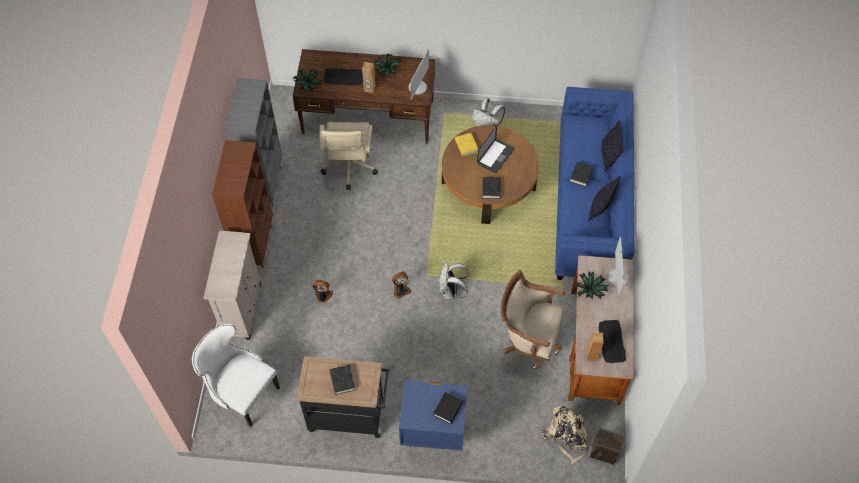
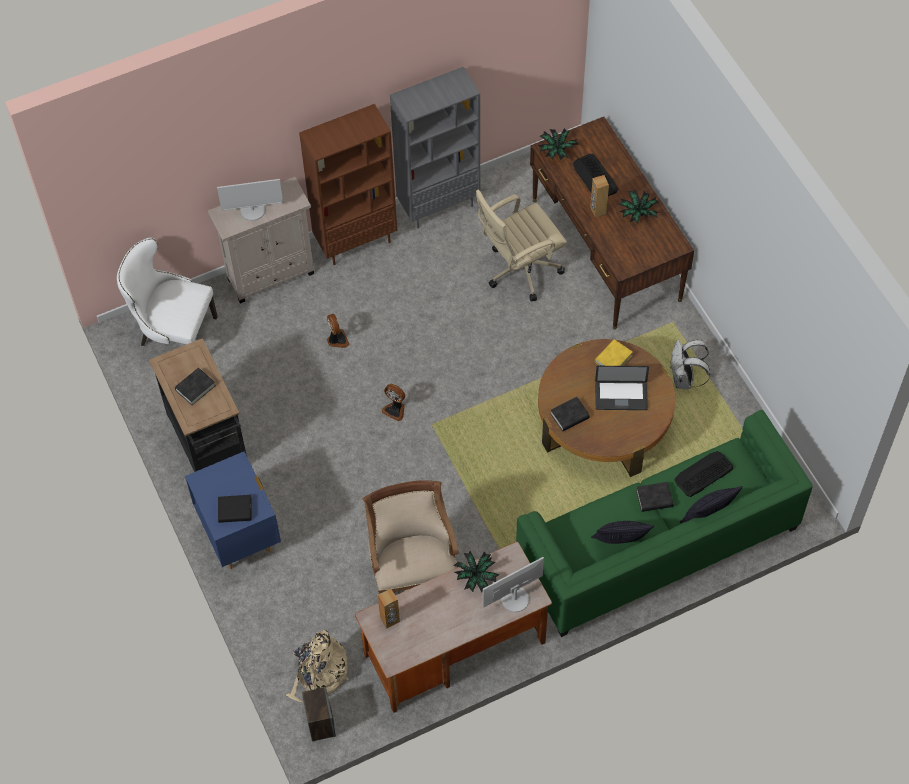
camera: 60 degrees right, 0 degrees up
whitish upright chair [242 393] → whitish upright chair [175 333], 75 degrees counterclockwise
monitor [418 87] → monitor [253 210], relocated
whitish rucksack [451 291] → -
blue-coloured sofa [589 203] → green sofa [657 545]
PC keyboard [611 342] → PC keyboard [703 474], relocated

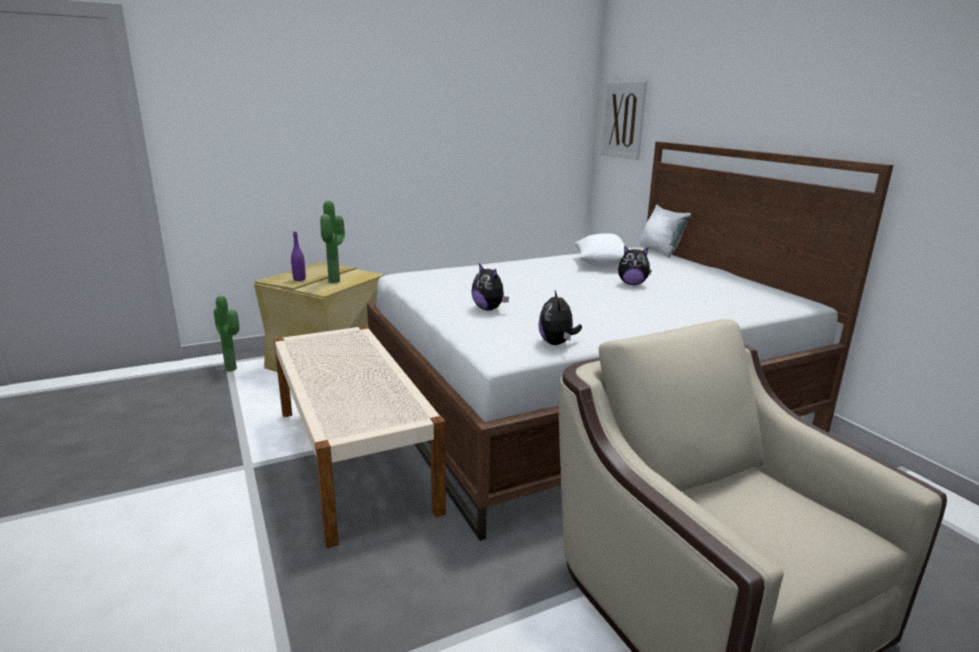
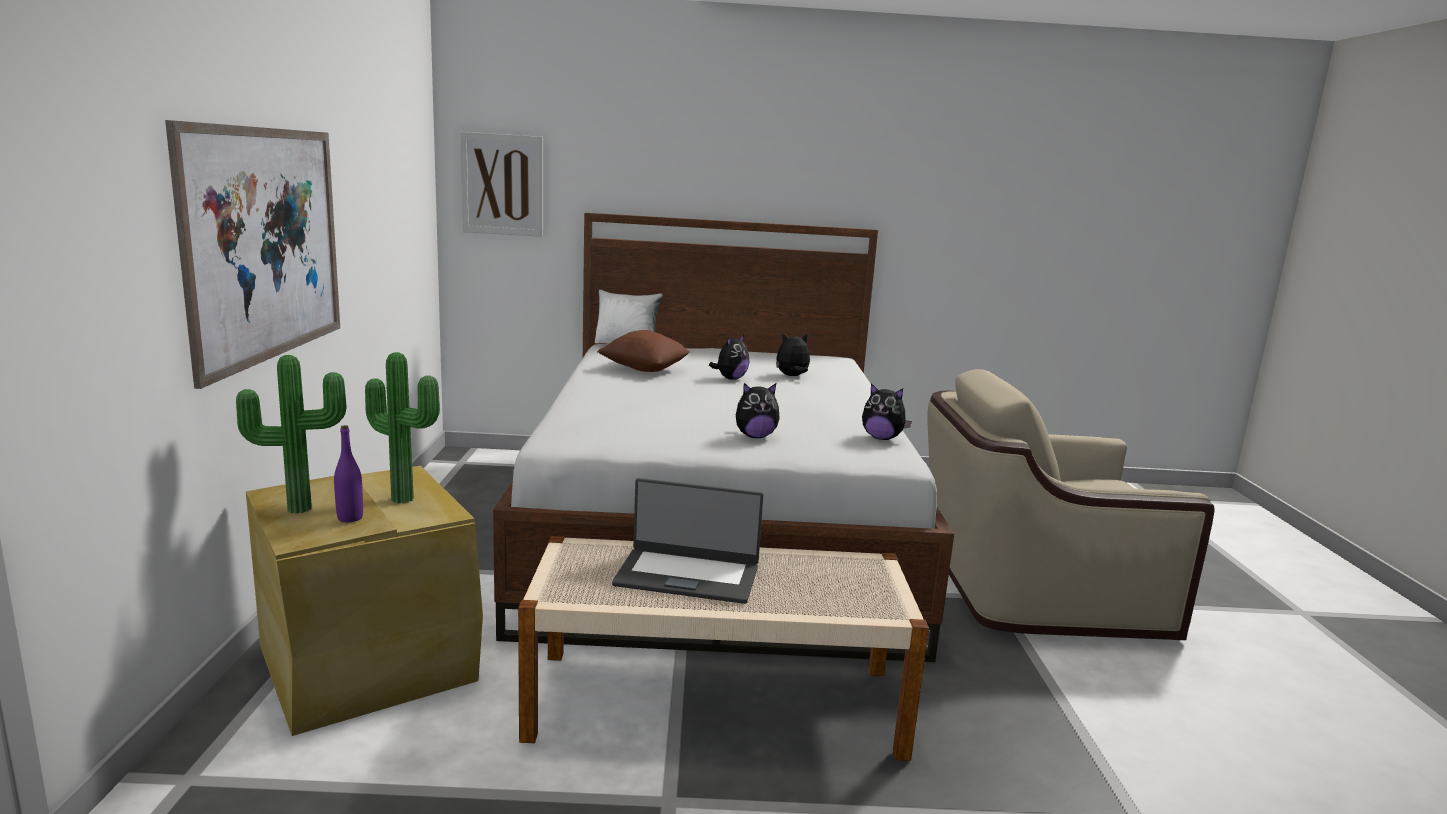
camera: 65 degrees left, 5 degrees down
houseplant [233 368] → houseplant [299 507], relocated
whitish pillow [600 264] → brown pillow [644 369]
- → wall picture [267 244]
- → portable computer [687 575]
- → plush toy [792 376]

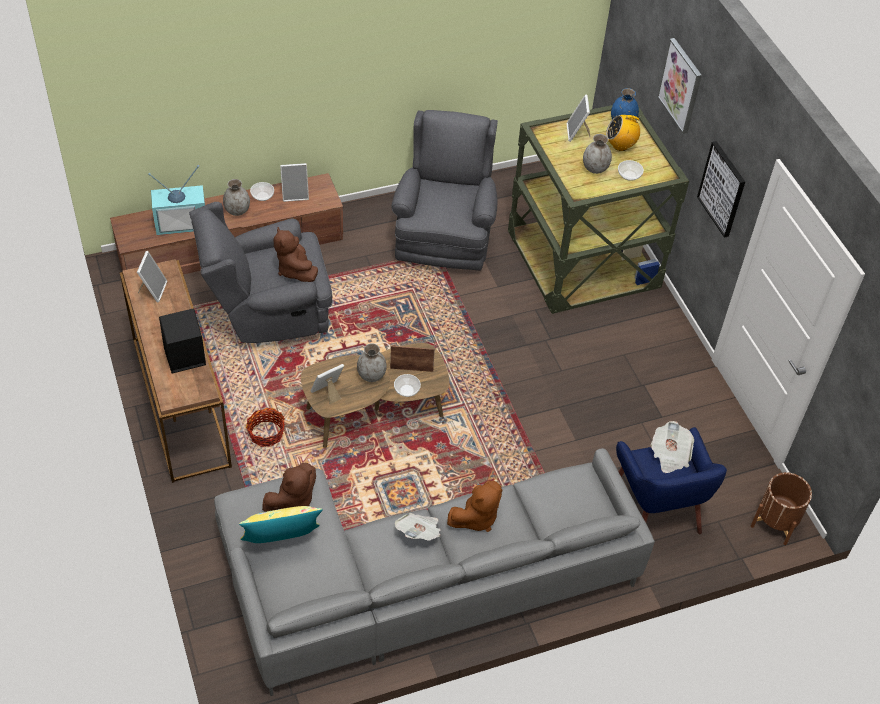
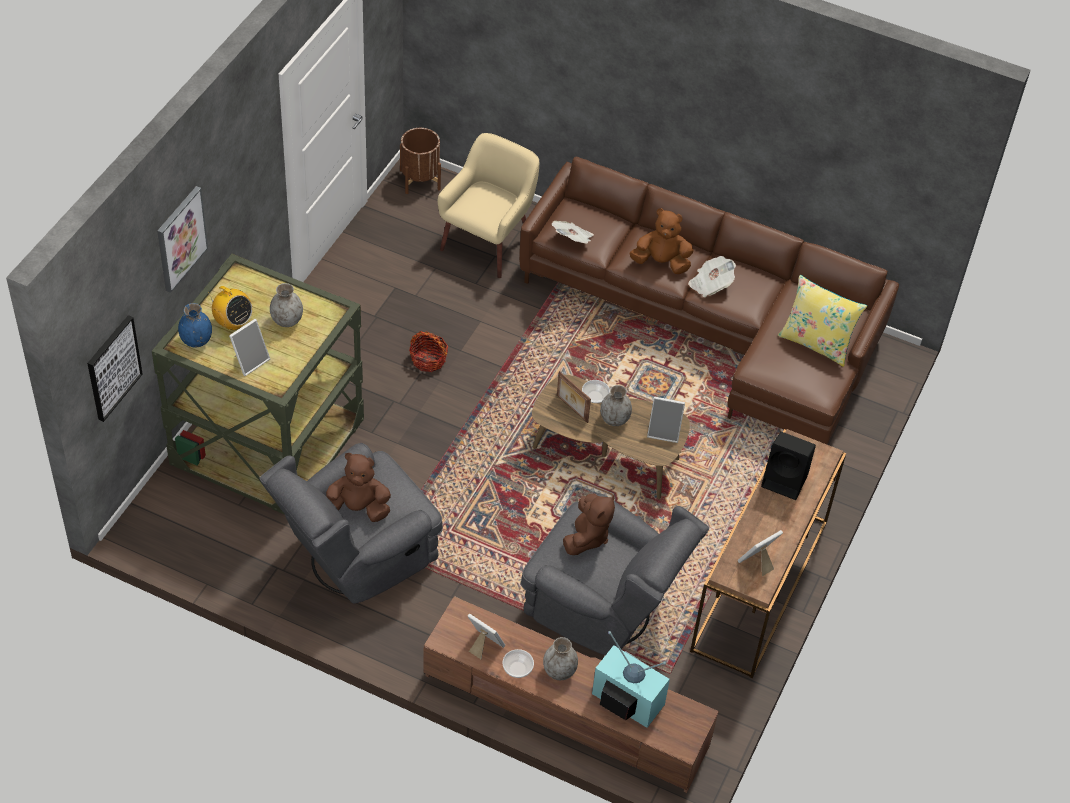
camera: 135 degrees left, 0 degrees up
gray sofa [415 584] → brown sofa [711 325]
household basket [266 434] → household basket [428 360], relocated
brown plush toy [292 501] → brown plush toy [358 508], relocated
blue-coloured easy chair [656 510] → sand-coloured easy chair [488 242]
bowl [629 175] → -
printed paper [670 455] → printed paper [573 240], relocated
wall picture [722 189] → wall picture [113 367], relocated

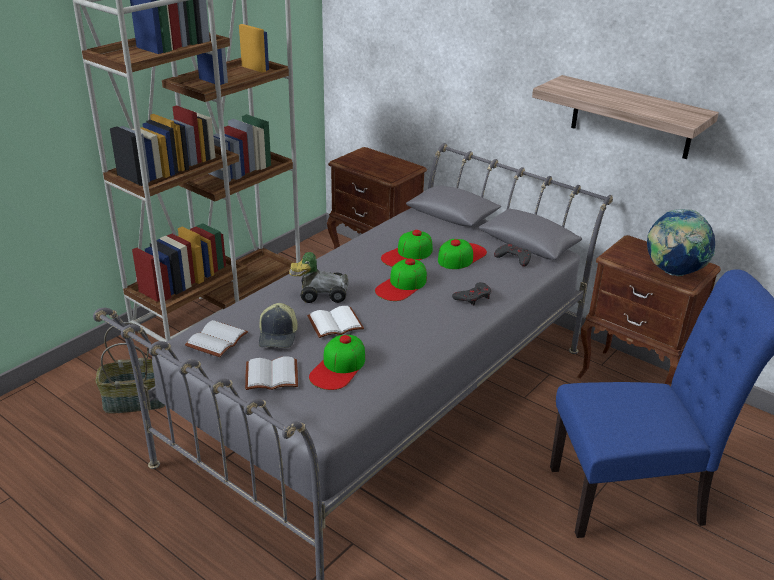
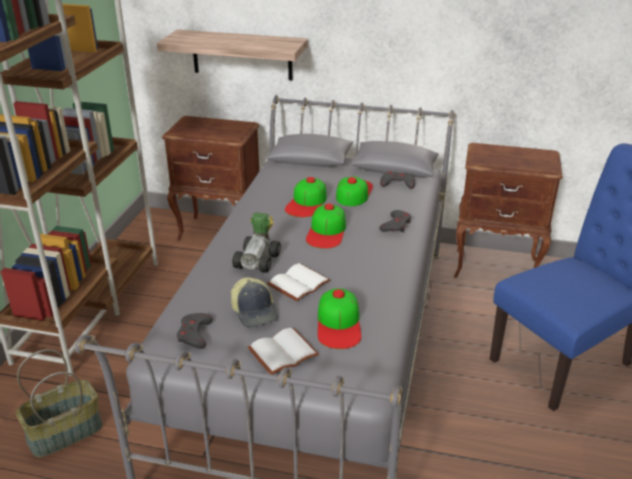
camera: 25 degrees left, 0 degrees up
whitish volume [216 339] → gray joypad [194 334]
toy car [320 294] → toy car [259 259], 135 degrees clockwise
shelf [631 117] → shelf [242 55], relocated
world globe [672 272] → -

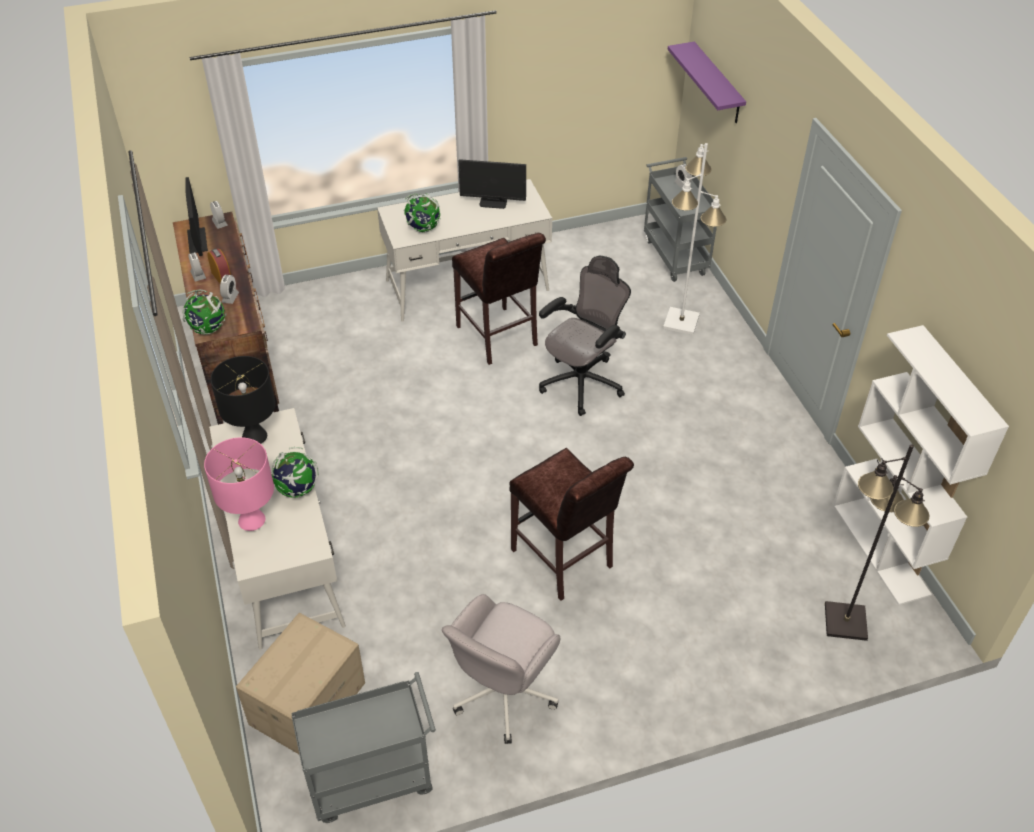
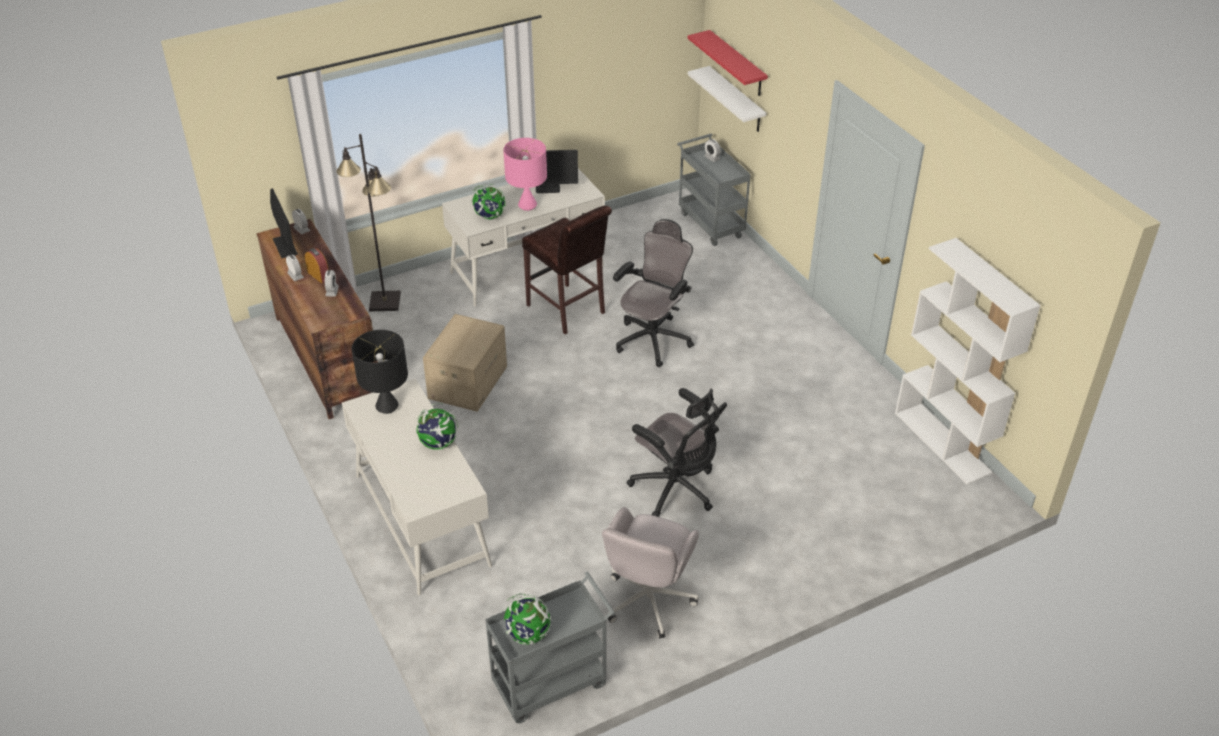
camera: 10 degrees left, 5 degrees down
world globe [207 328] → world globe [527 635], relocated
pink-coloured lamp for a table [252 522] → pink-coloured lamp for a table [527 206], relocated
cardboard box [307 703] → cardboard box [467 382], relocated
brown stool seat [565 562] → desk chair [675 488]
whitish standing lamp [681 321] → -
purple shelf [717 84] → red-coloured shelf [737 64]
black-coloured standing lamp [844 621] → black-coloured standing lamp [384 301], relocated
- → whitish shelf [736 100]

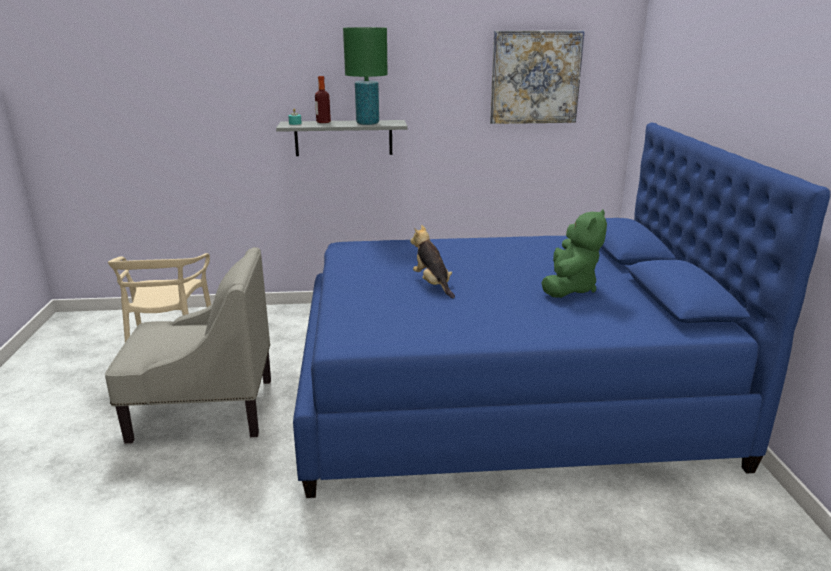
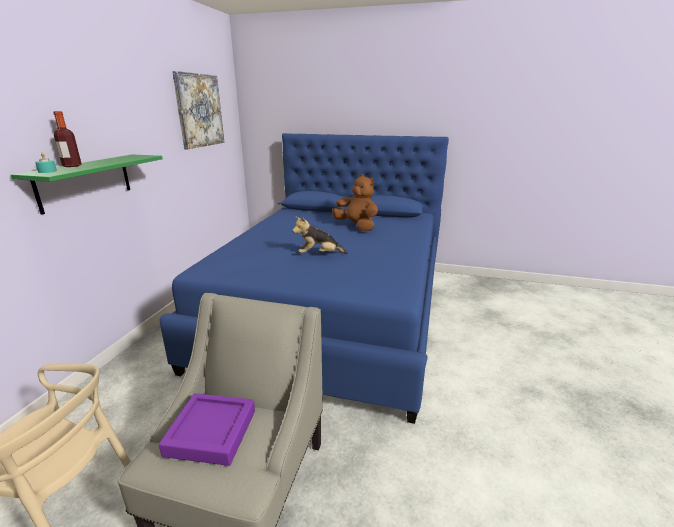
camera: 70 degrees left, 0 degrees up
gray shelf [343 138] → green shelf [85 182]
green lamp for a table [367 123] → -
green plush toy [569 288] → brown plush toy [356 226]
- → purple tray [211 432]

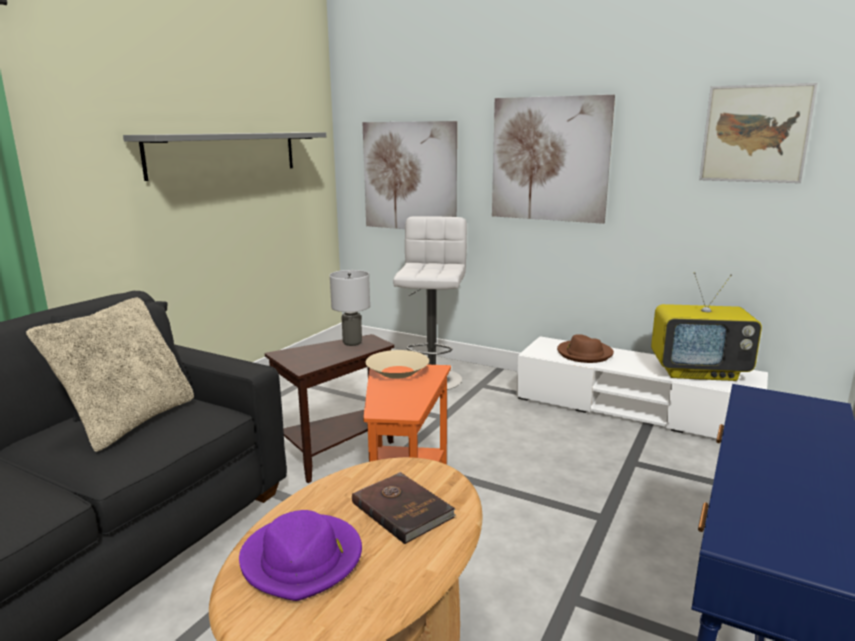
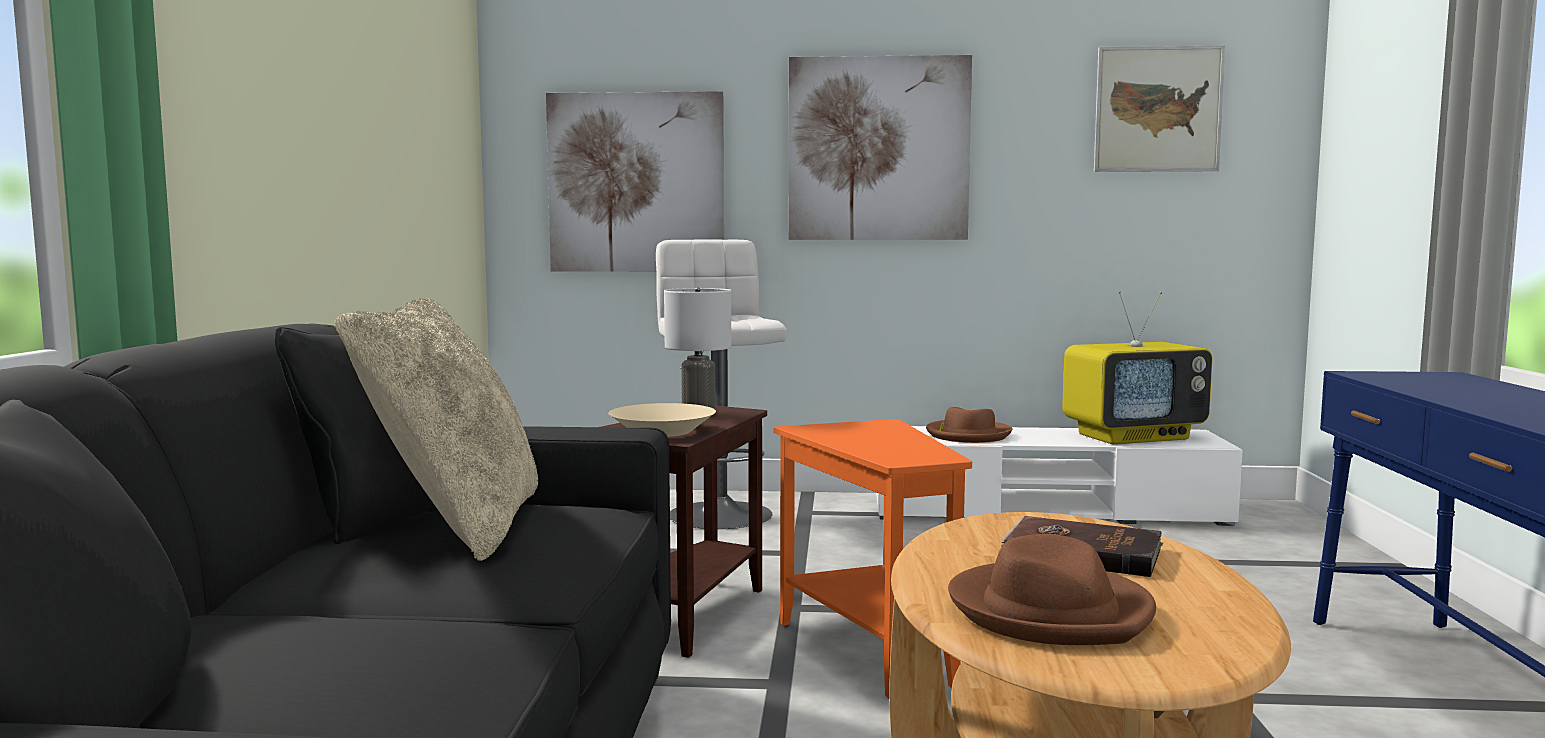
camera: 25 degrees left, 10 degrees down
gray shelf [225 153] → -
purple wearable hat [303 559] → brown wearable hat [1051 611]
sand-coloured bowl [397 372] → sand-coloured bowl [662 431], relocated

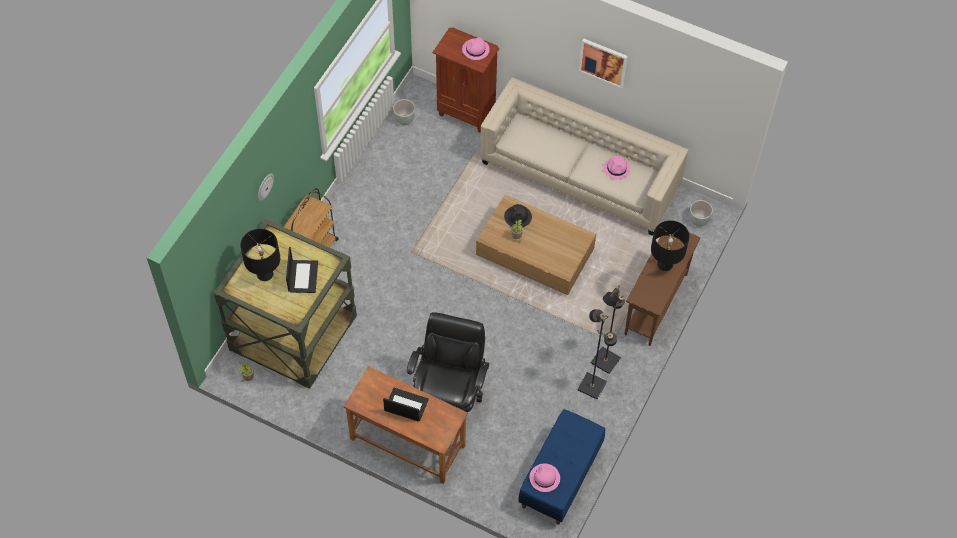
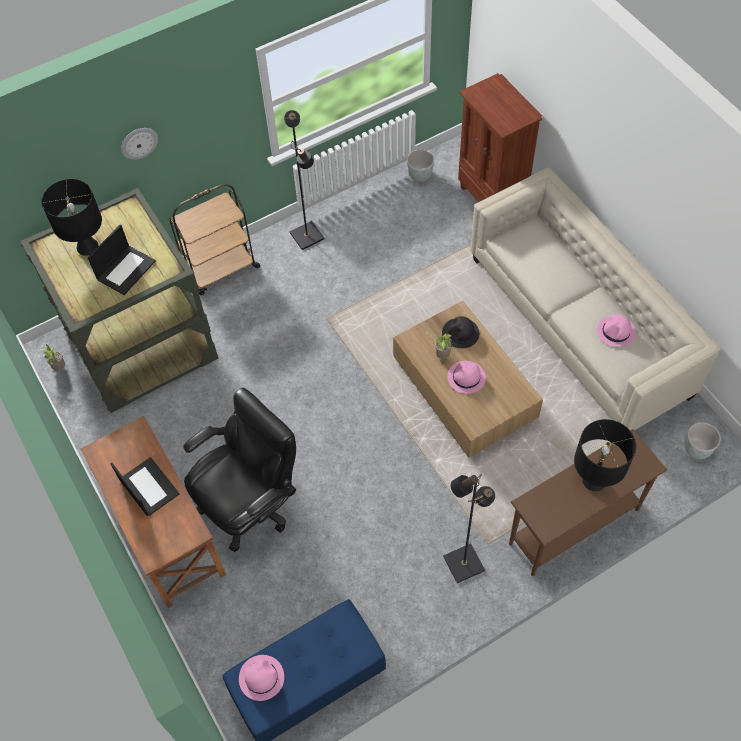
camera: 35 degrees right, 0 degrees up
pink-coloured wearable hat [475 50] → pink-coloured wearable hat [466 378], relocated
black-coloured standing lamp [592 386] → black-coloured standing lamp [307 236], relocated
wall picture [603 62] → -

